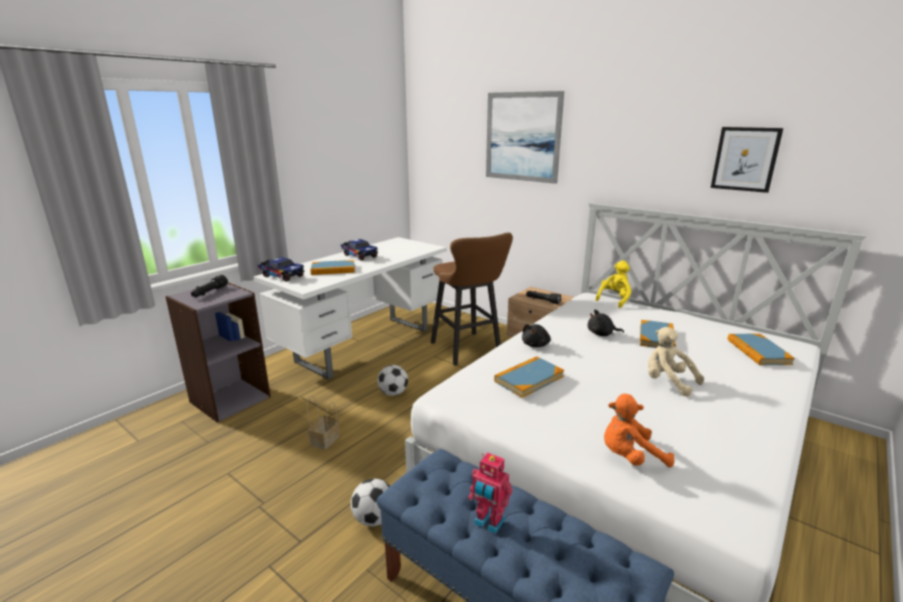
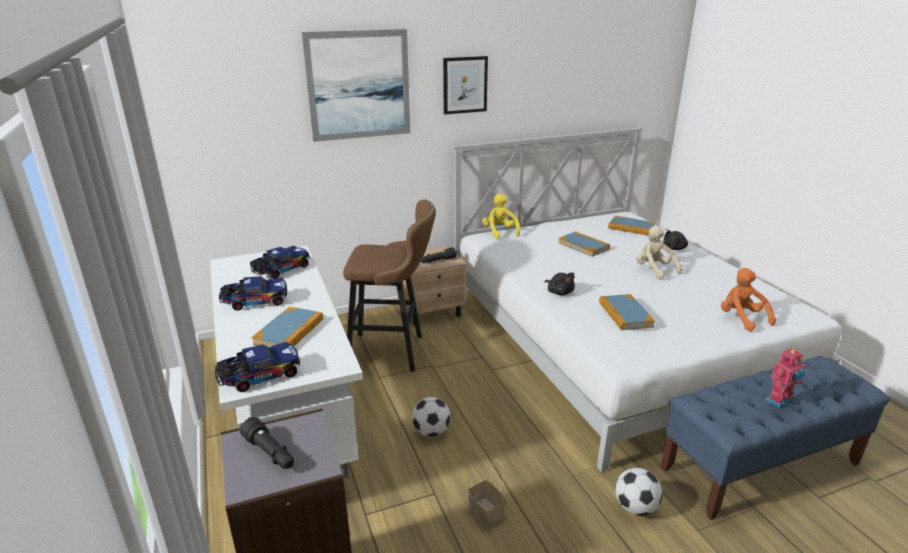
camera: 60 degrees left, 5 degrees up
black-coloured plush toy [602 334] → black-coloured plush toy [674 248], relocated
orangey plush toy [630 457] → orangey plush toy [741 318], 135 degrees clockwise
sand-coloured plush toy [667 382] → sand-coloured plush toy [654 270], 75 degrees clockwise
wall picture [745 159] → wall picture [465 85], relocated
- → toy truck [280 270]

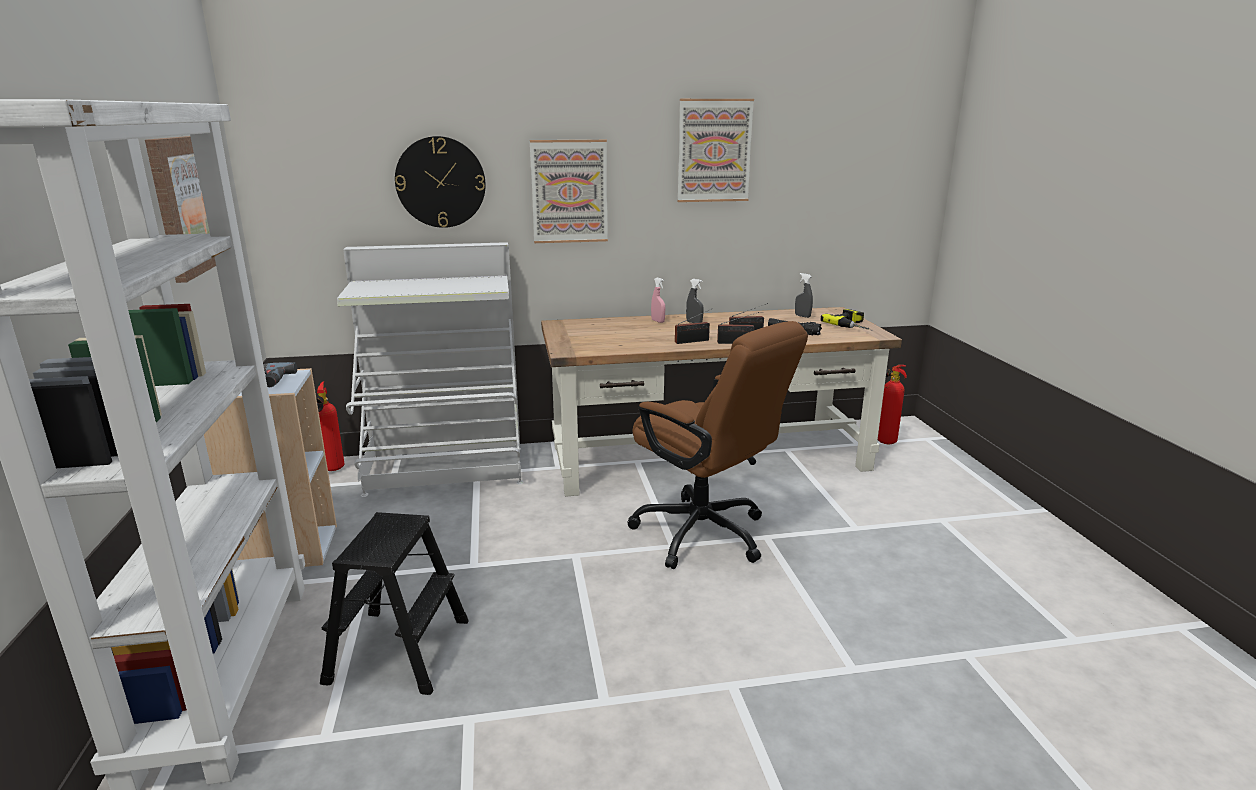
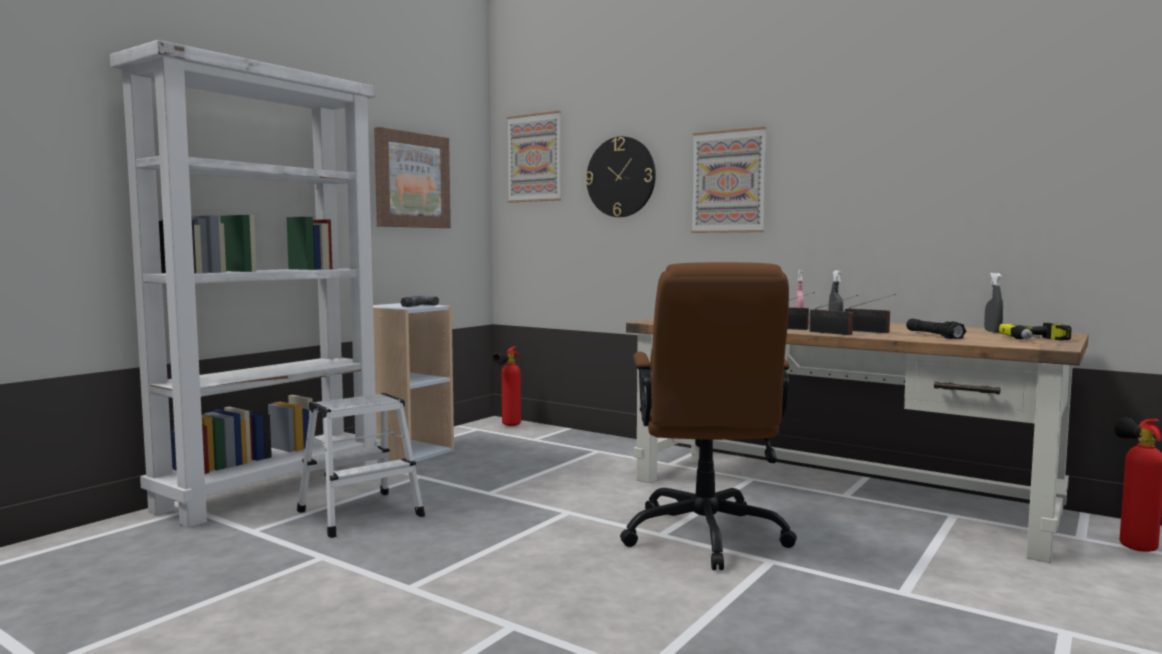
camera: 45 degrees right, 15 degrees down
black-coloured step stool [398 650] → whitish step stool [360 513]
whitish shoe stand [445 473] → -
wall picture [714 151] → wall picture [534 158], relocated

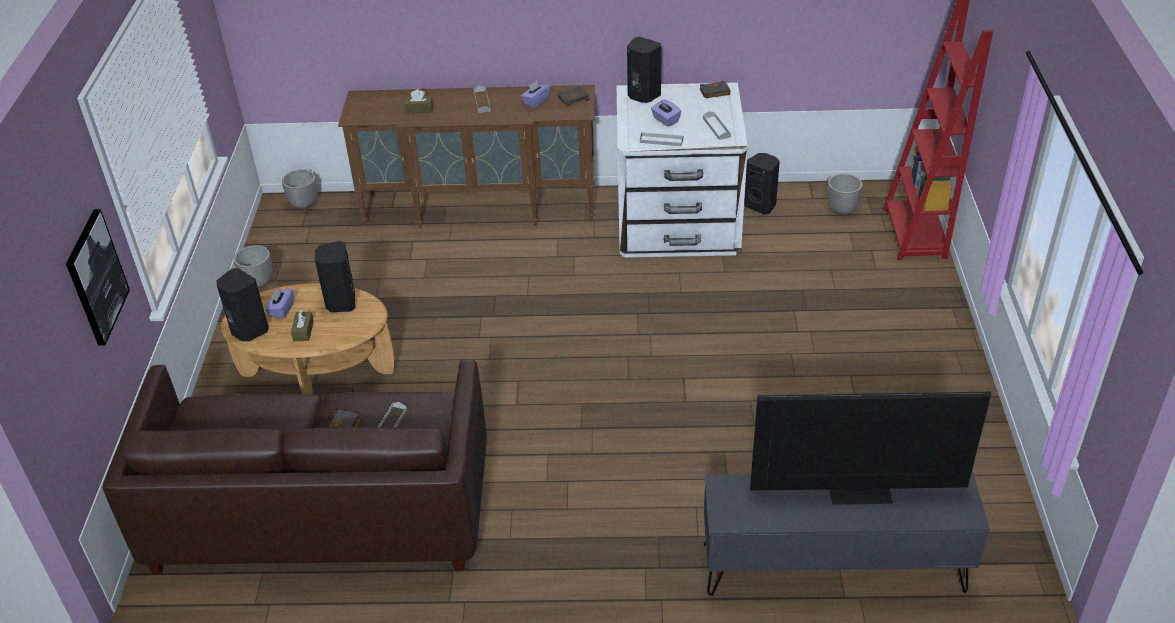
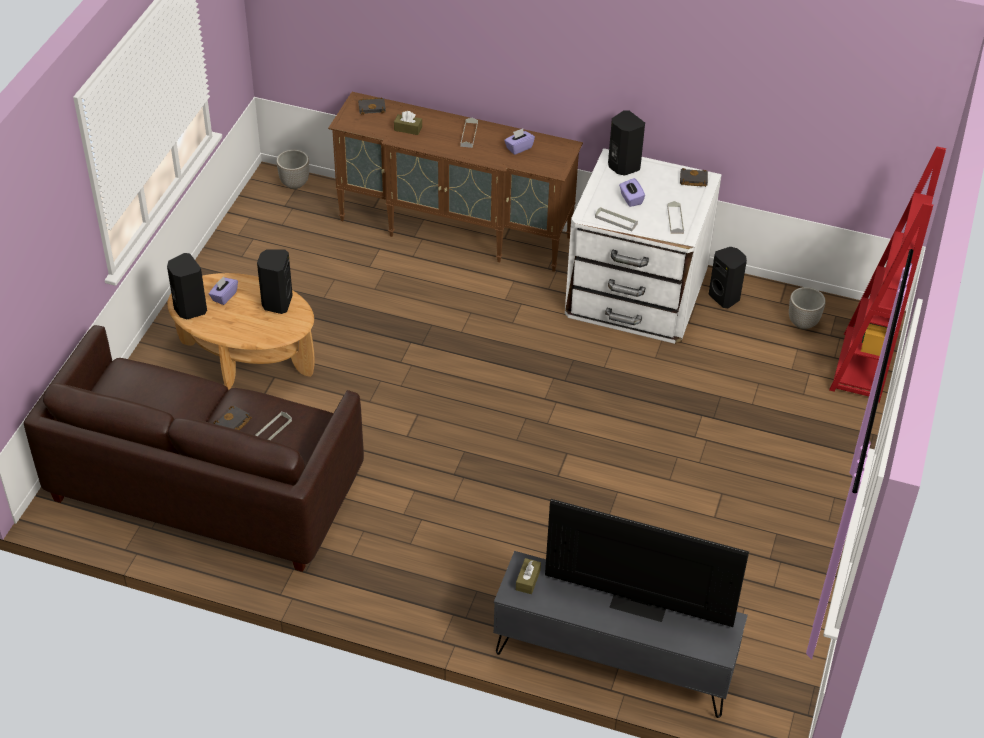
camera: 15 degrees right, 5 degrees up
wall picture [95 277] → -
flower pot [258 283] → -
brown tissue holder [303 331] → brown tissue holder [528 580], relocated
black-coloured volume [573 98] → black-coloured volume [372 107], relocated

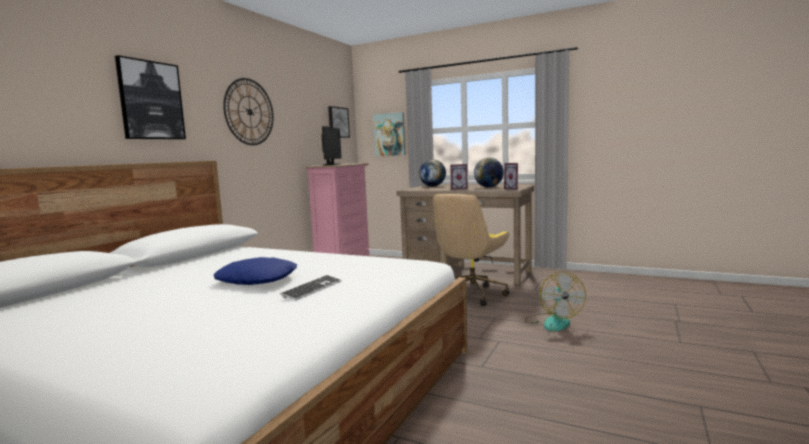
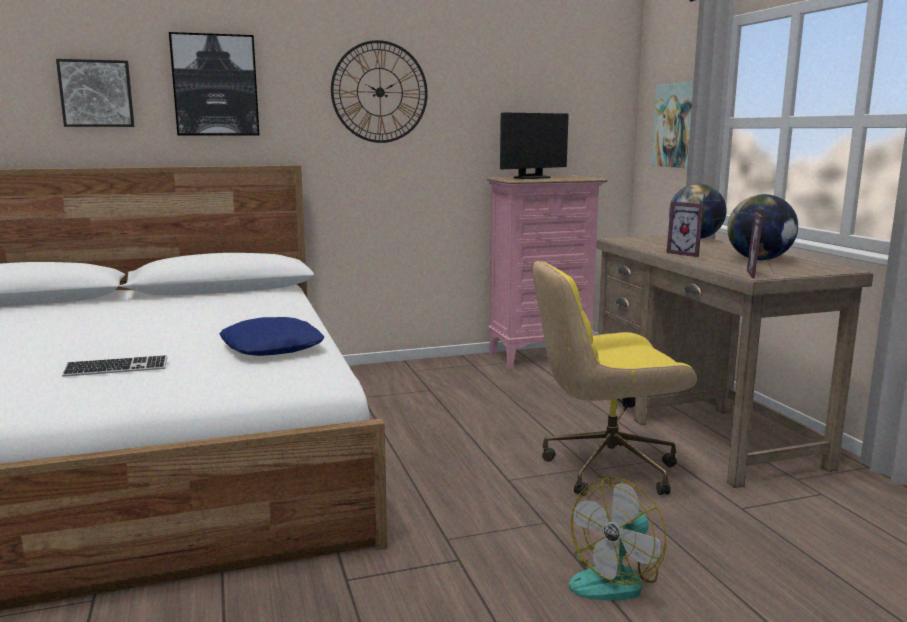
camera: 45 degrees right, 5 degrees up
blue-coloured pillow [258 279] → blue-coloured pillow [272 347], relocated
wall picture [337 122] → wall picture [96 93], relocated

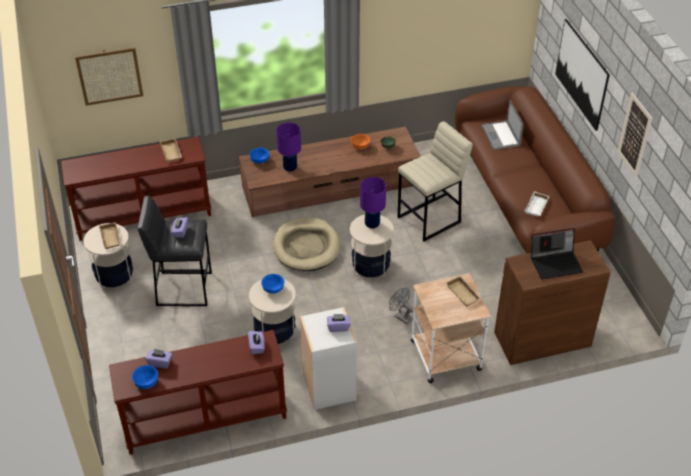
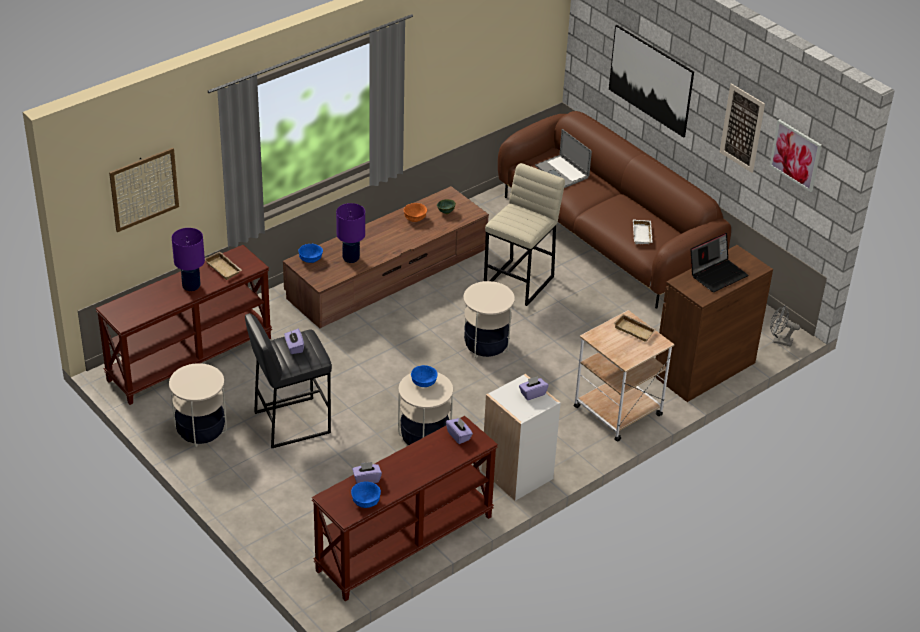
camera: 25 degrees left, 5 degrees down
sand-coloured tray [111 238] → -
sand-coloured dog cushion [306 247] → -
purple lamp for a table [372 224] → purple lamp for a table [191 287], relocated
gray fan [401 316] → gray fan [779 341], relocated
- → wall picture [796 155]

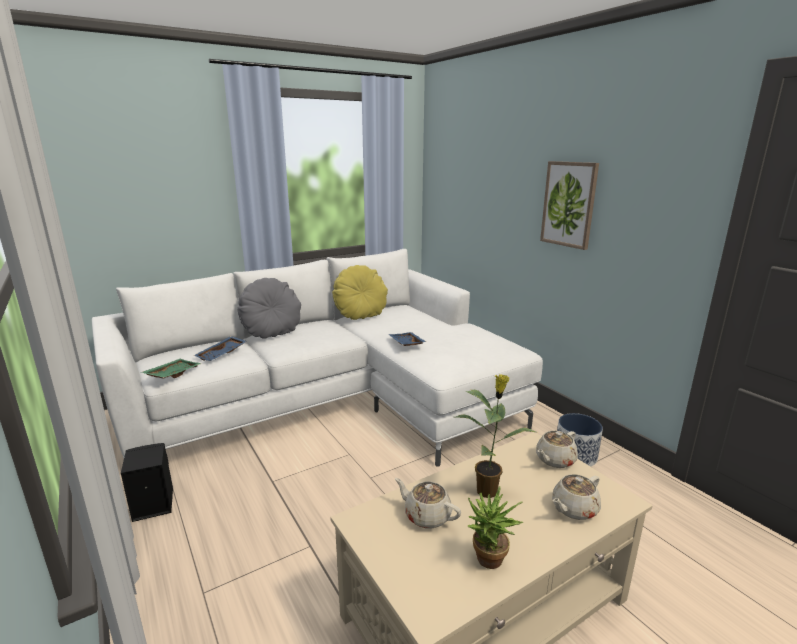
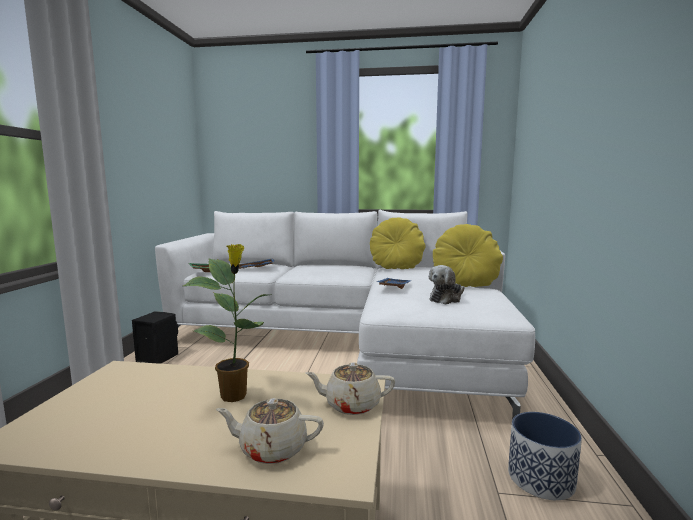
camera: 40 degrees right, 10 degrees down
gray pillow [272 334] → -
sand-coloured teapot [426 515] → -
houseplant [488 563] → -
wall picture [569 204] → -
- → plush toy [446 299]
- → yellow-coloured pillow [465 285]

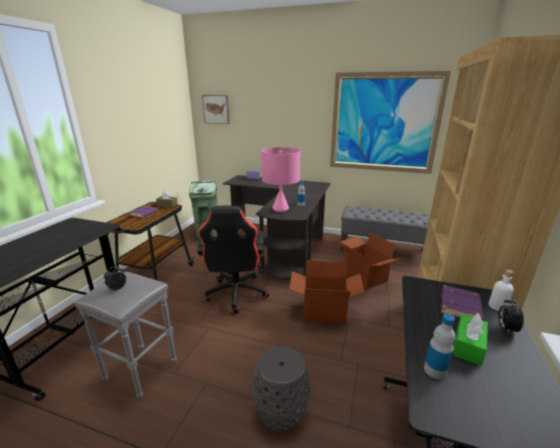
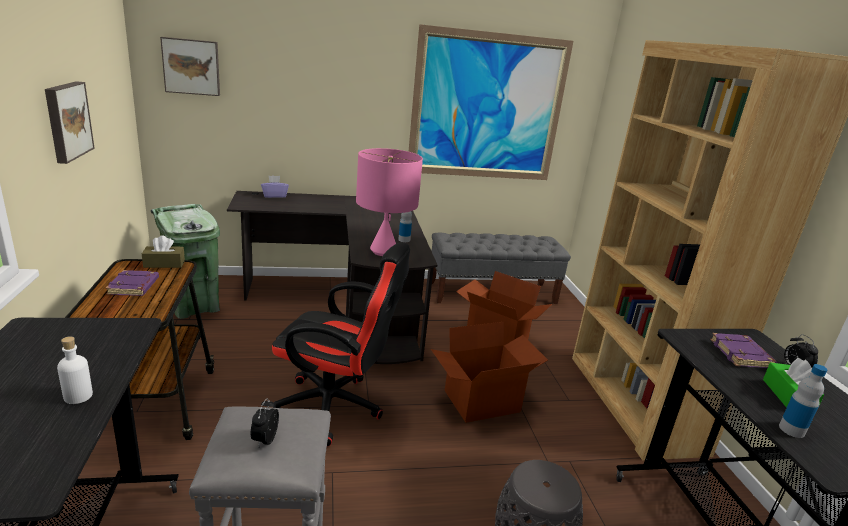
camera: 30 degrees left, 0 degrees up
black-coloured desk chair [235 297] → black-coloured desk chair [336 410], 45 degrees counterclockwise
whitish bottle [497 306] → whitish bottle [78 396], relocated
- → wall picture [66 120]

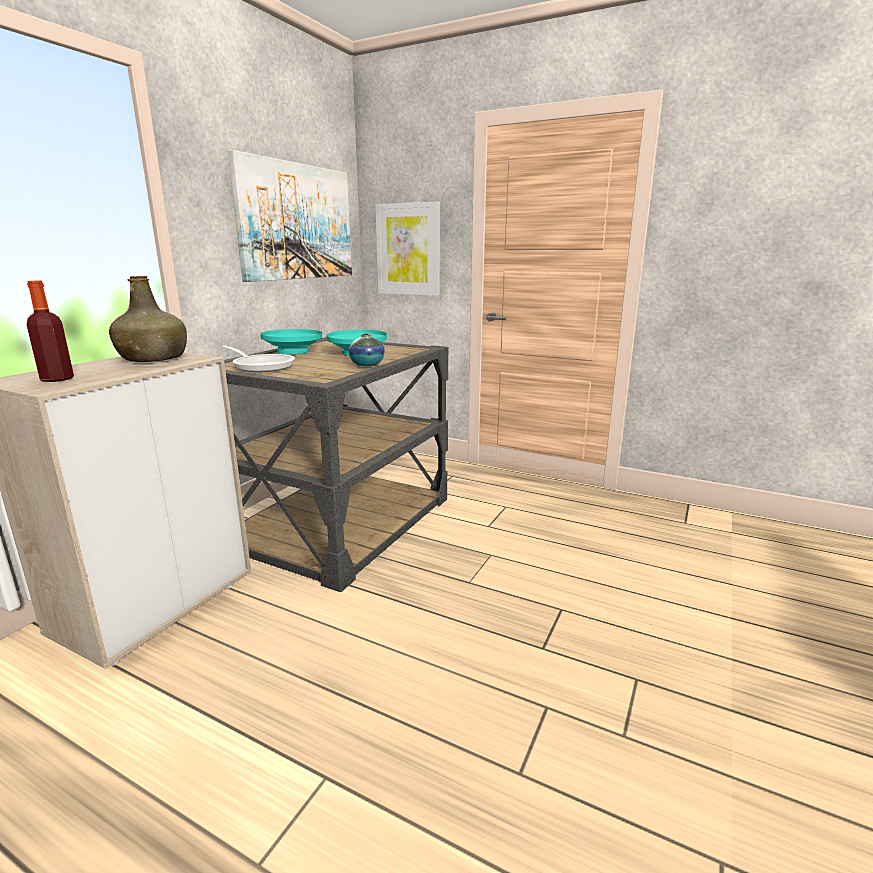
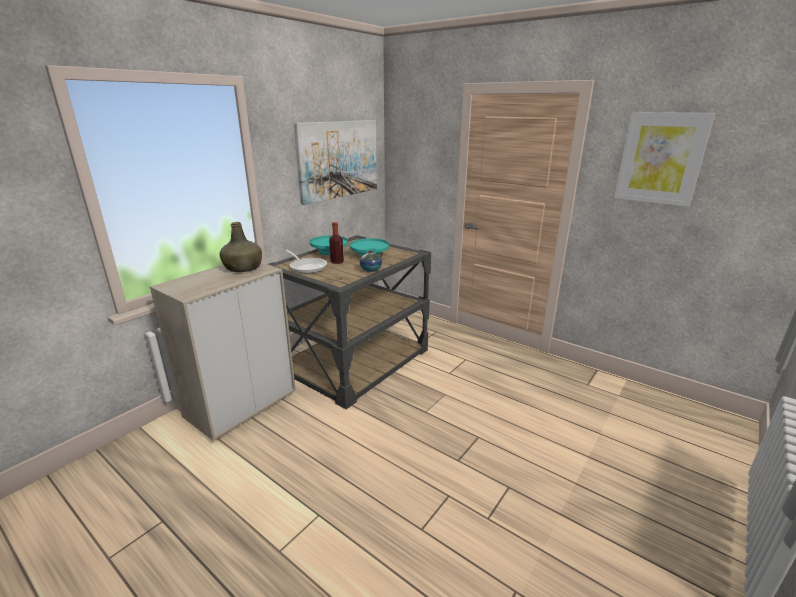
camera: 10 degrees right, 5 degrees up
bottle [57 379] → bottle [337 262], relocated
wall picture [408 249] → wall picture [660 158], relocated

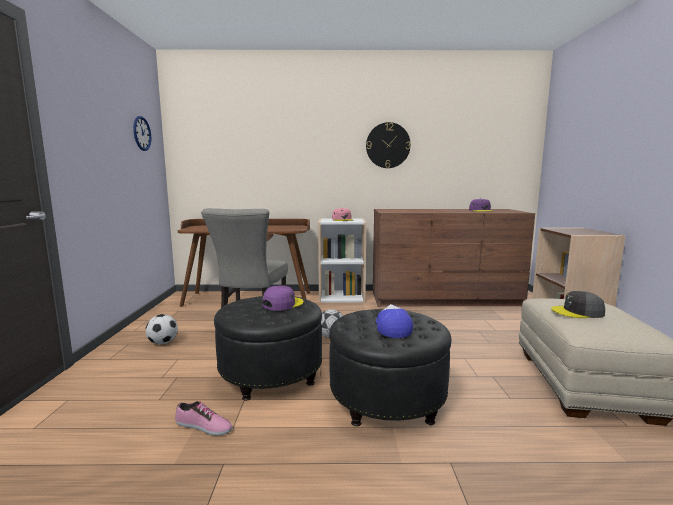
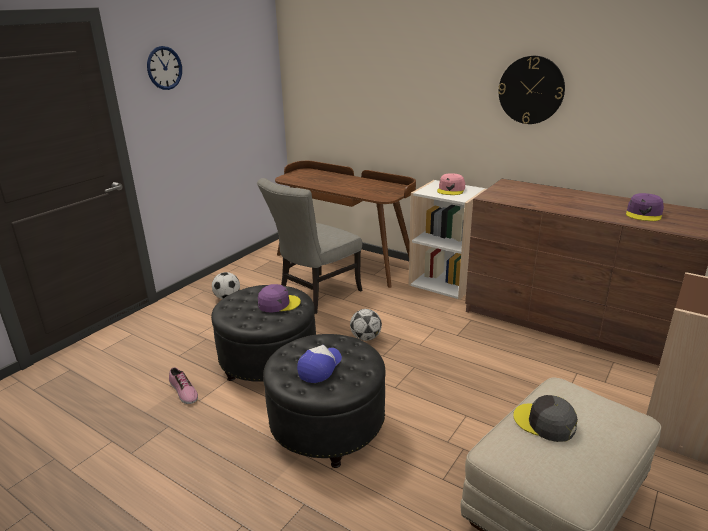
camera: 35 degrees right, 15 degrees up
hanging clock [142 133] → hanging clock [164 68], relocated

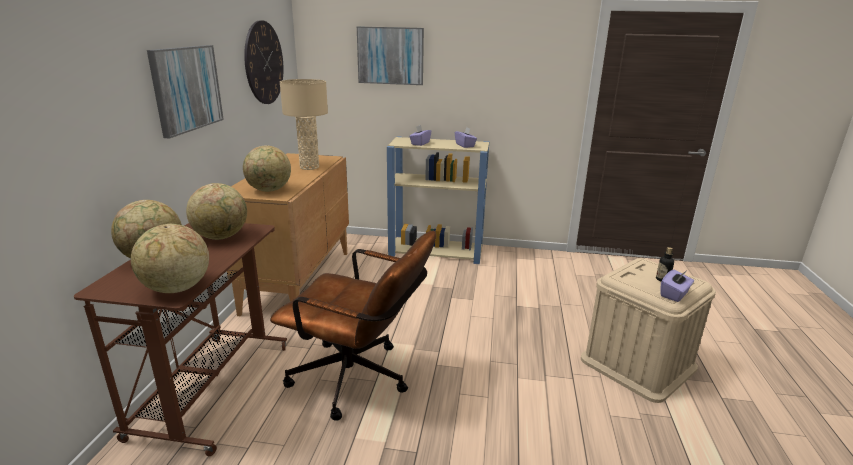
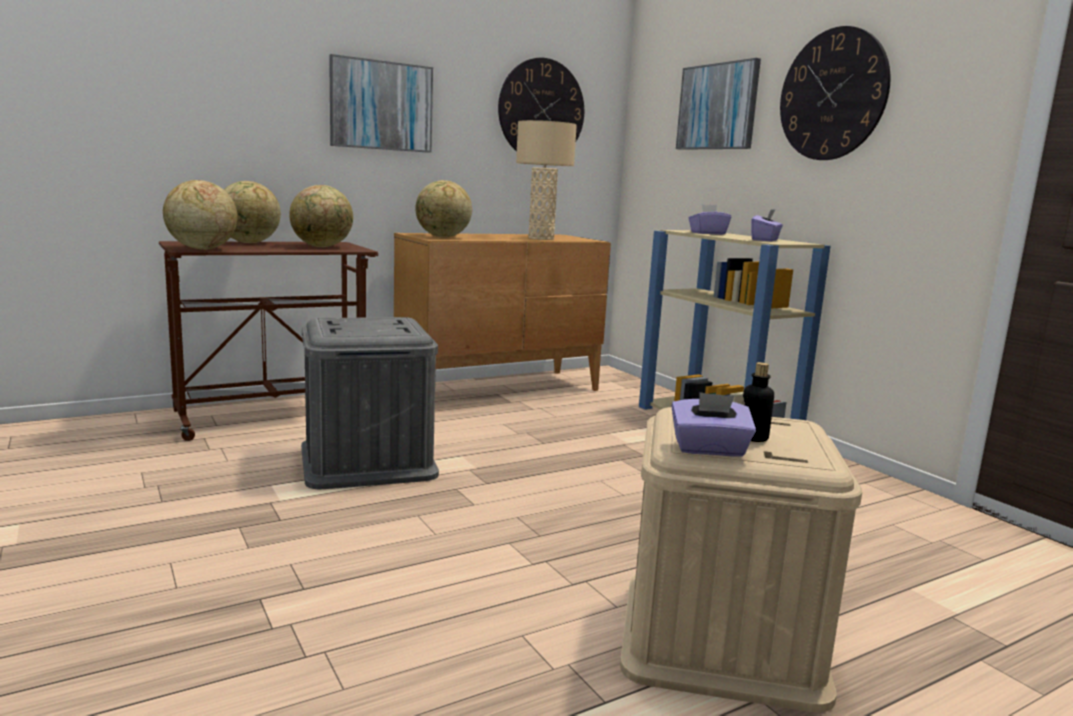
camera: 50 degrees right, 10 degrees down
brown desk chair [359 380] → gray storage container [367 461]
- → hanging clock [832 95]

